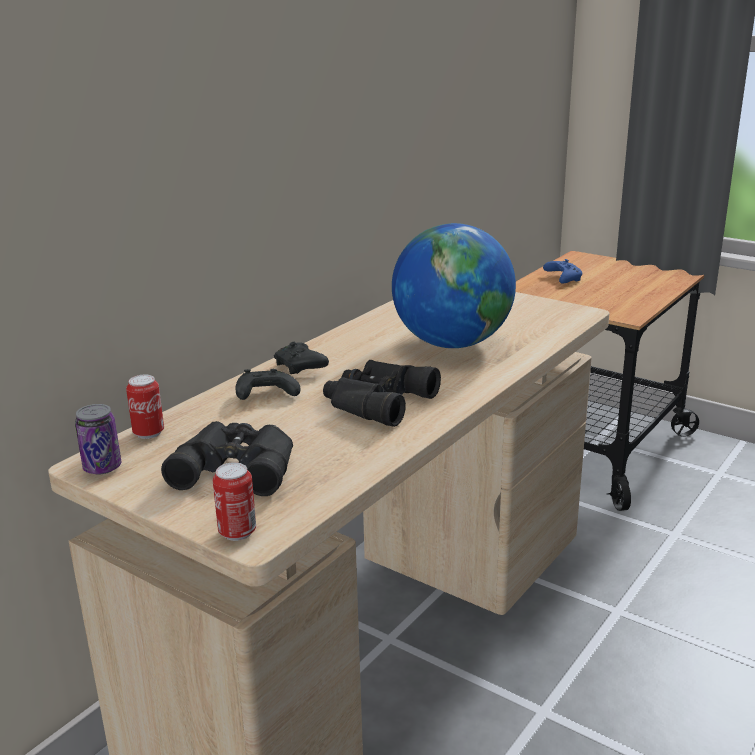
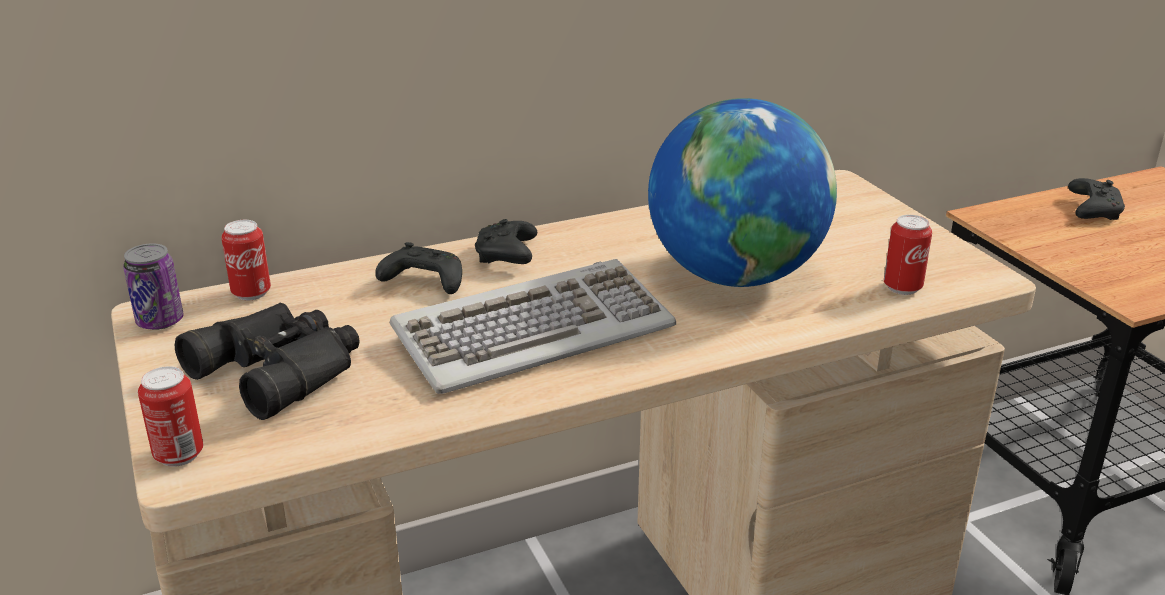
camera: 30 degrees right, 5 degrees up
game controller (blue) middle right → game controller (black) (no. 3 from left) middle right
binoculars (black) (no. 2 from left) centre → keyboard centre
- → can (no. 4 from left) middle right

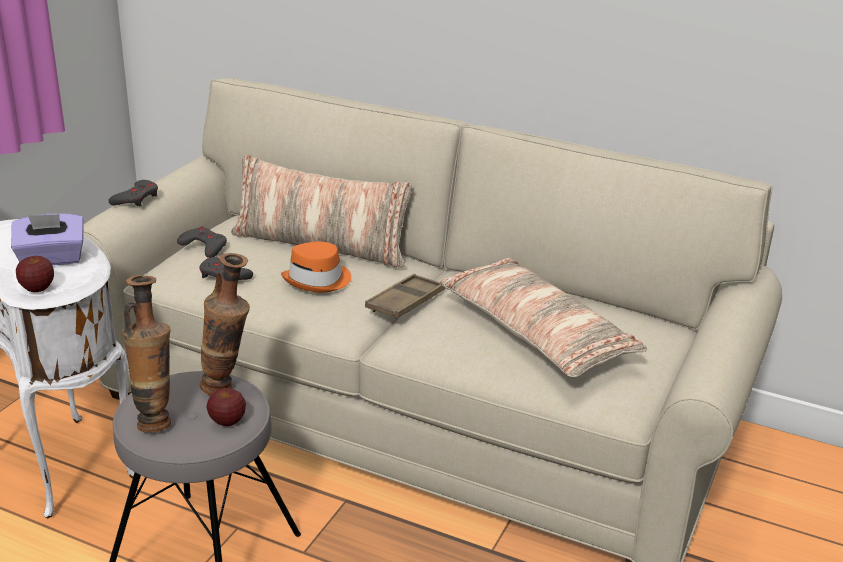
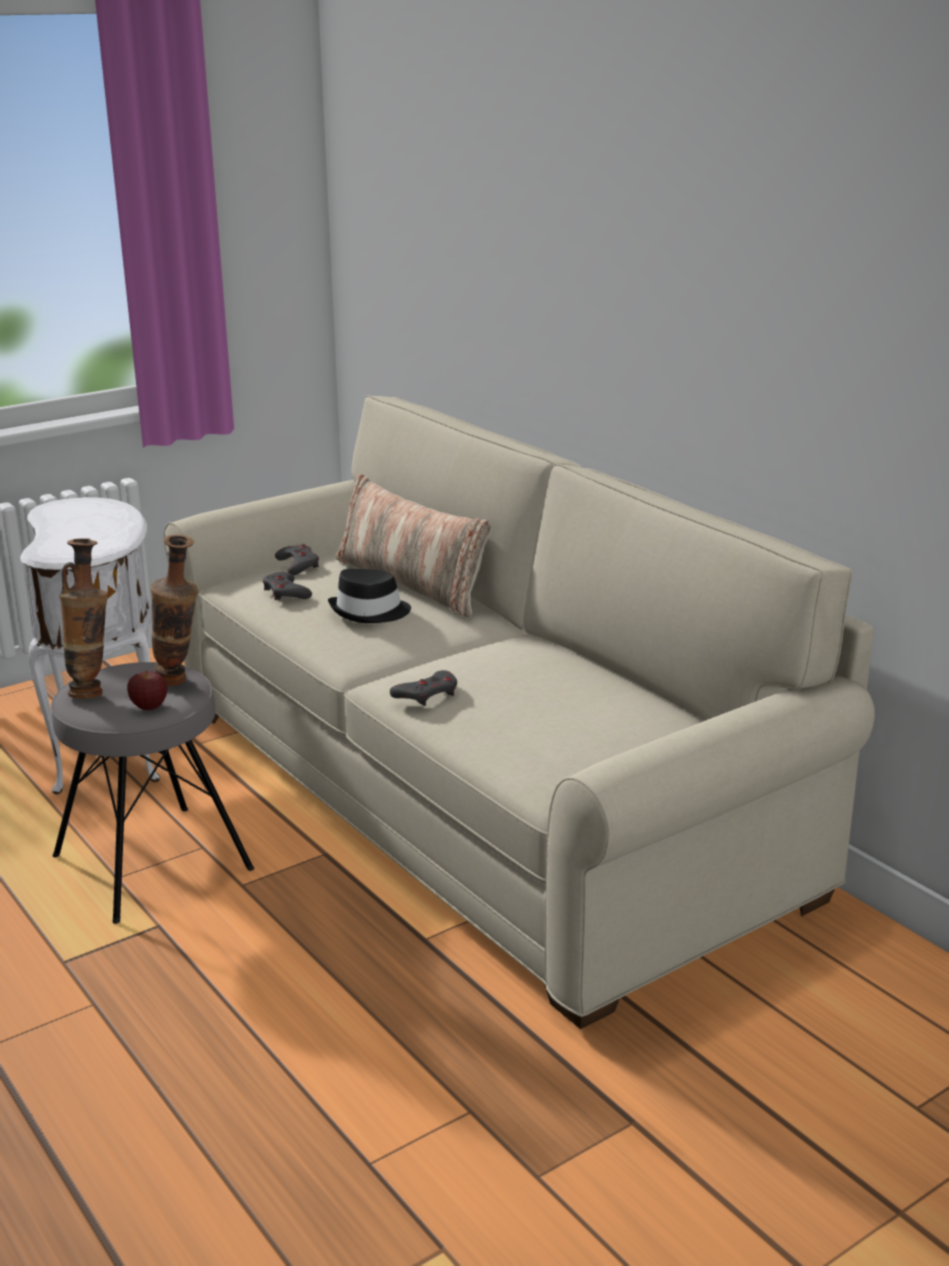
camera: 30 degrees right, 5 degrees down
game controller (grey) (no. 1 from left in the first image) middle left → game controller (grey) (no. 3 from left) centre, shifted
tissue box (purple) middle left → -
hat (orange) centre → hat (black) centre
apple (no. 1 from left) middle left → -
pillow (no. 2 from left) centre → -
tray (brown) centre → -

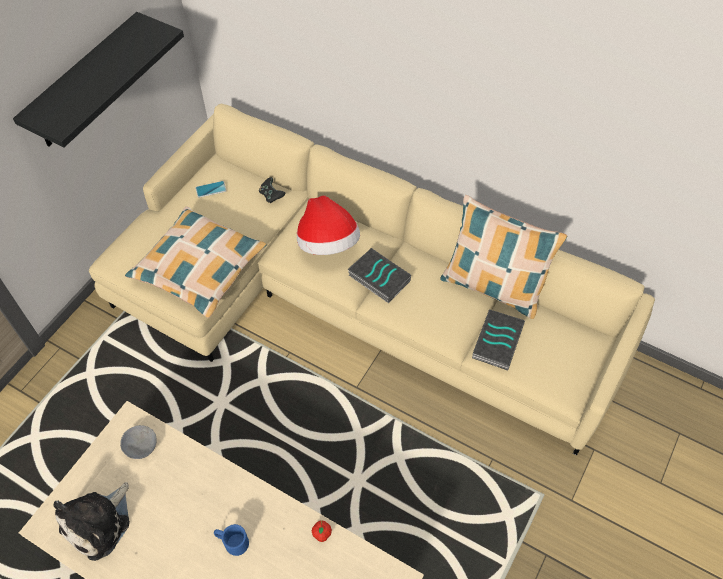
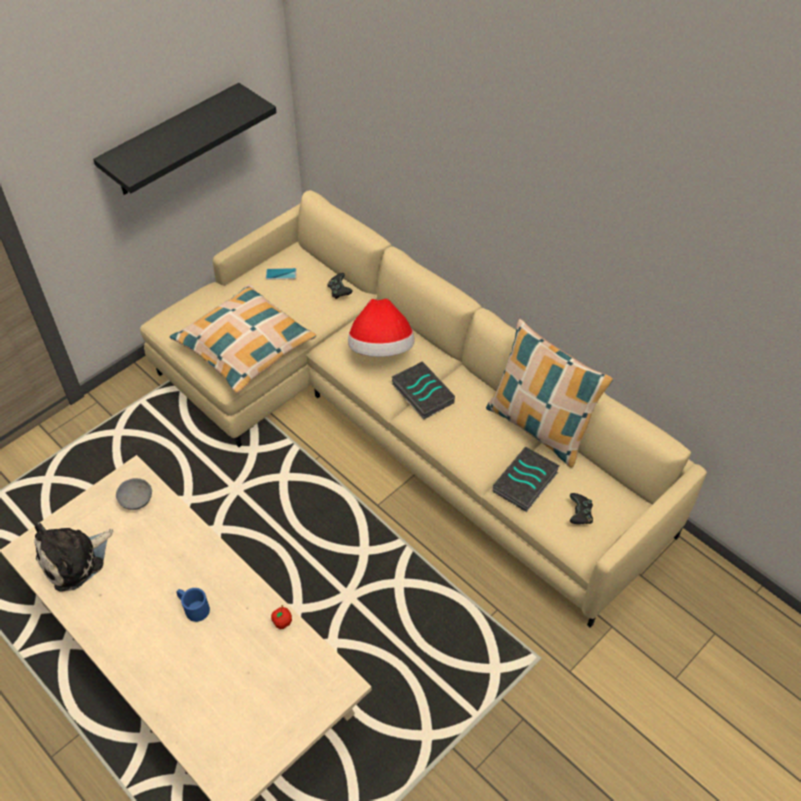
camera: 15 degrees right, 5 degrees down
- → game controller (black) (no. 2 from left) middle right

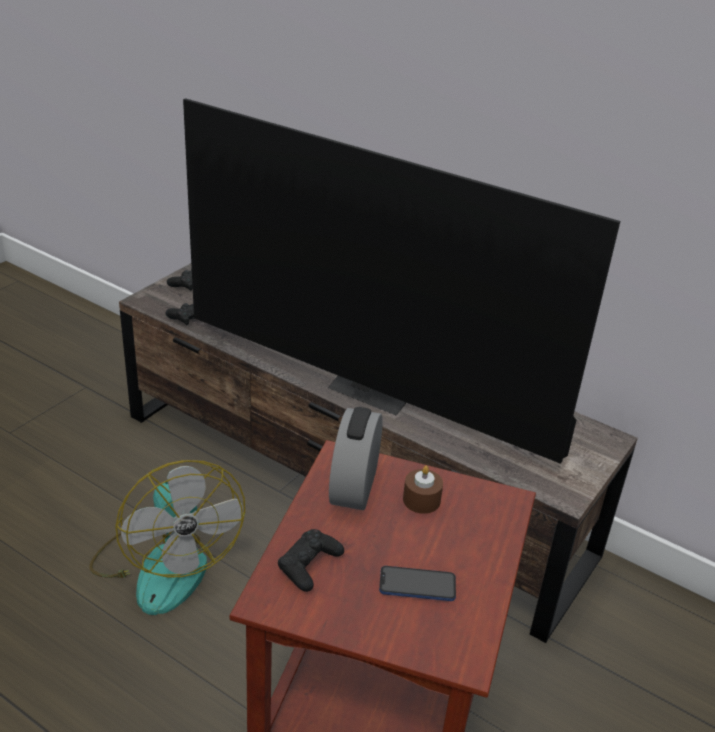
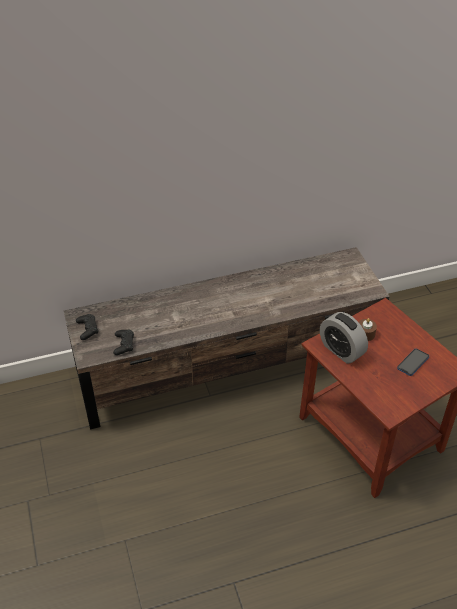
camera: 50 degrees left, 10 degrees up
television centre → -
fan bottom left → -
game controller (black) (no. 3 from left) bottom centre → -

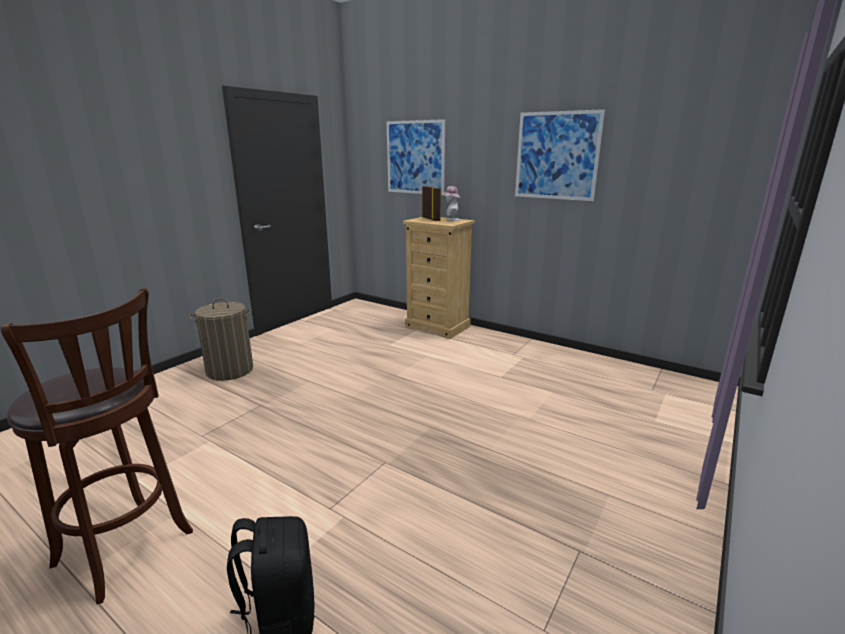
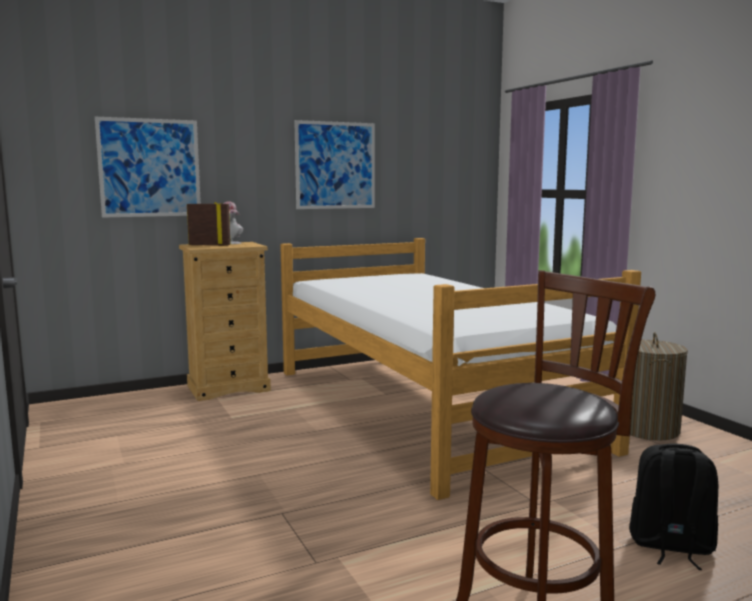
camera: 60 degrees left, 10 degrees down
laundry basket middle left → laundry basket middle right, shifted
- → bed centre

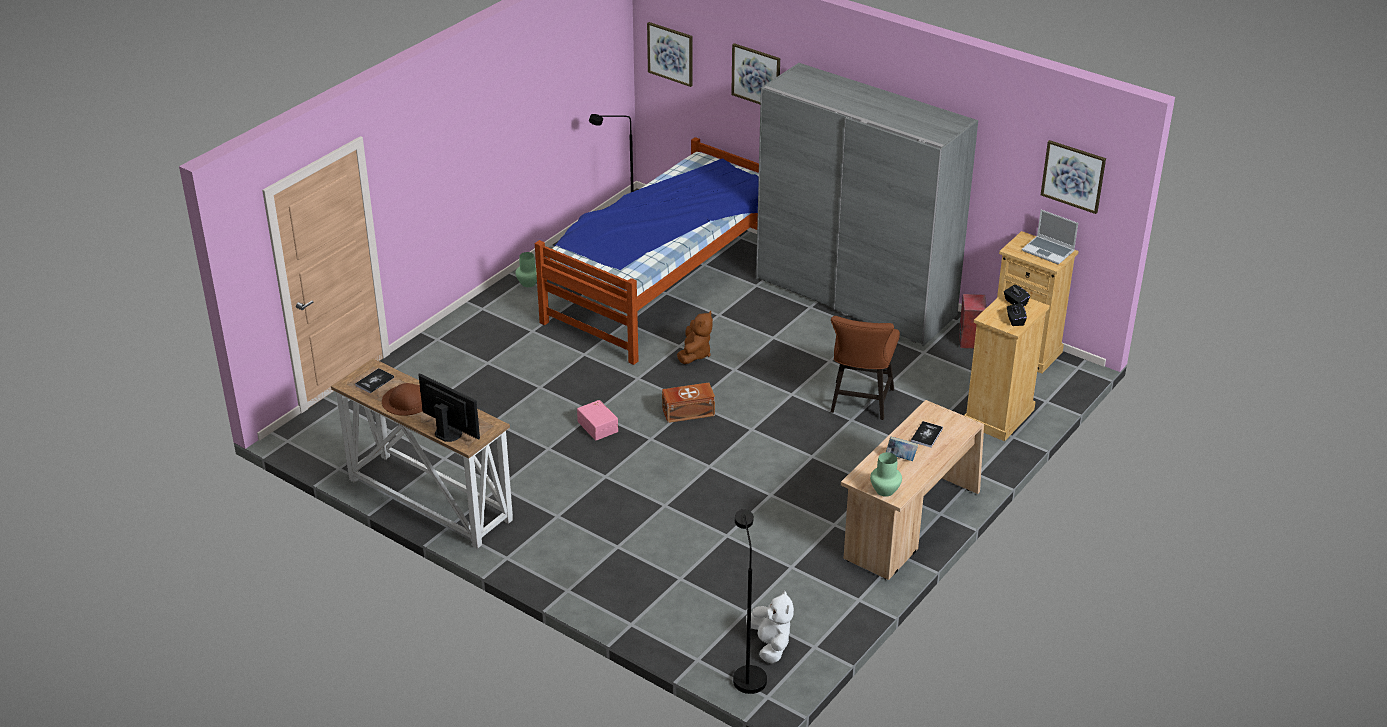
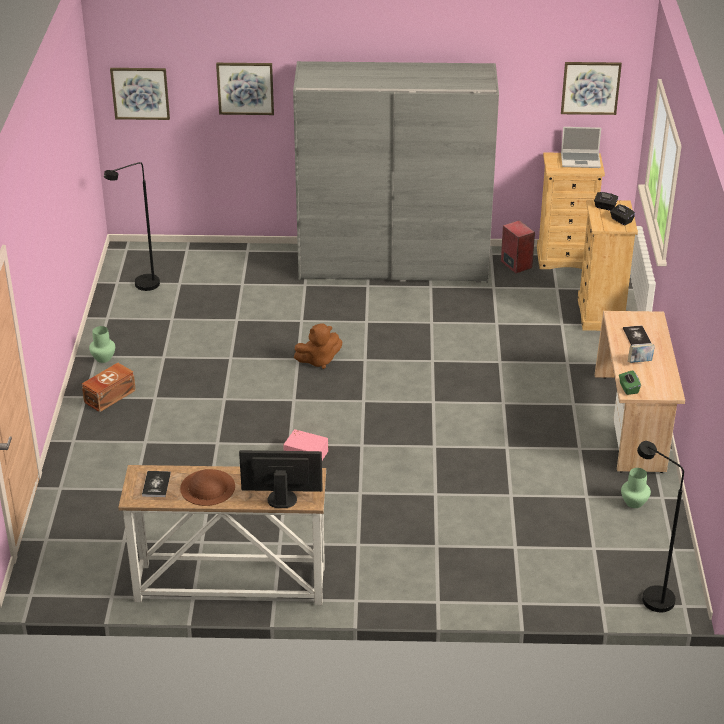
camera: 35 degrees left, 0 degrees up
bed centre → -
plush toy (brown) centre, 90 degrees clockwise
chair (brown) centre → -
storage box (brown) centre → storage box (brown) middle left, shifted
vase (green) (no. 2 from left) centre → vase (green) (no. 2 from left) bottom right, shifted
plush toy (white) bottom centre → -
- → tissue box (green) middle right

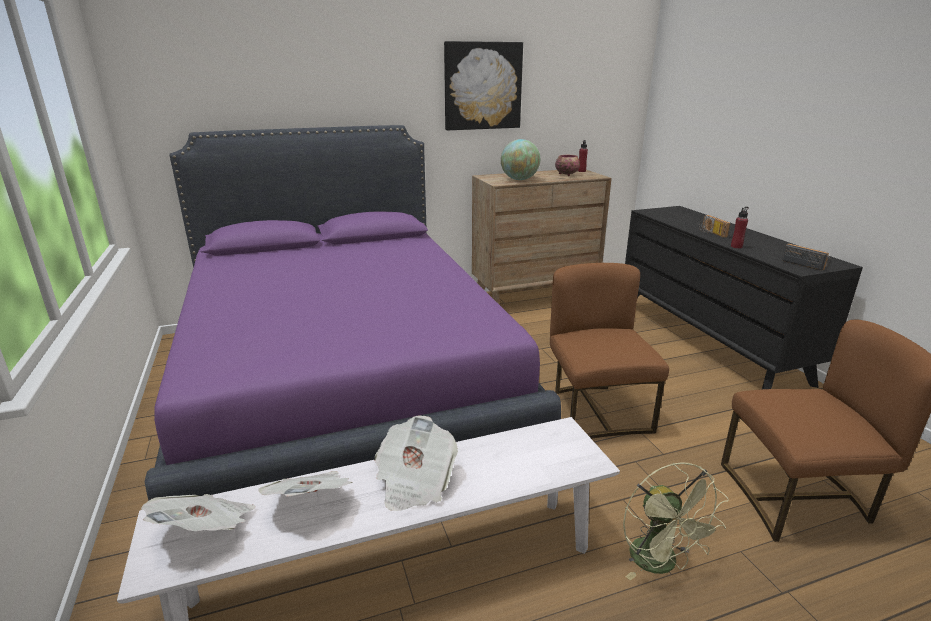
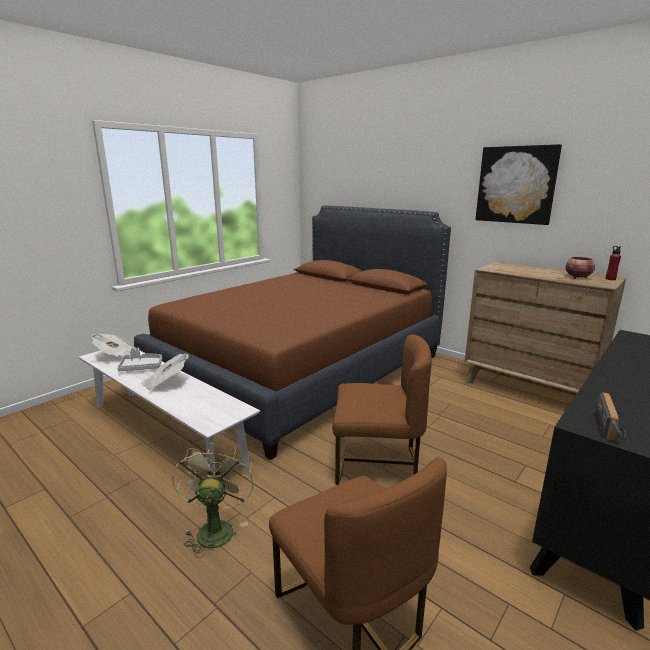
camera: 60 degrees right, 5 degrees down
bed (purple) centre → bed (brown) centre
globe top centre → -
bottle (red) (no. 2 from left) middle right → -
radio (no. 1 from left) middle right → -
chair (brown) (no. 1 from left in the first image) centre → chair (brown) (no. 2 from left) centre, 45 degrees clockwise
fan (green) bottom right → fan (green) bottom left, 135 degrees clockwise
newspaper (no. 2 from left) bottom left → tray (grey) middle left

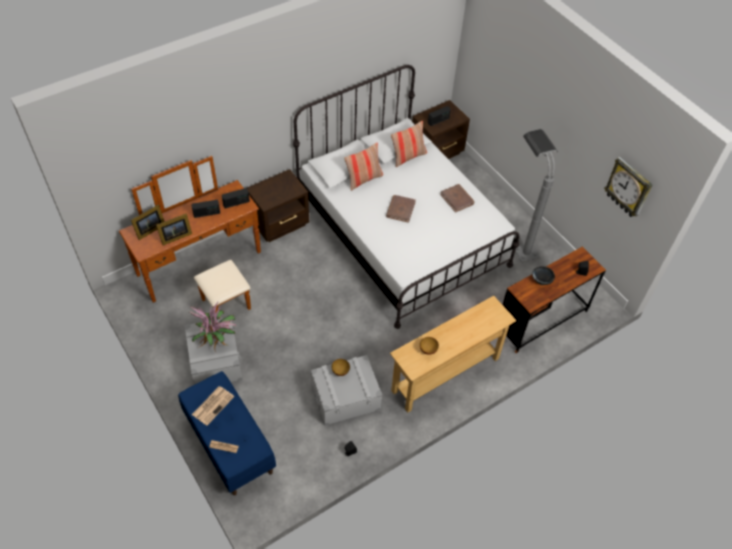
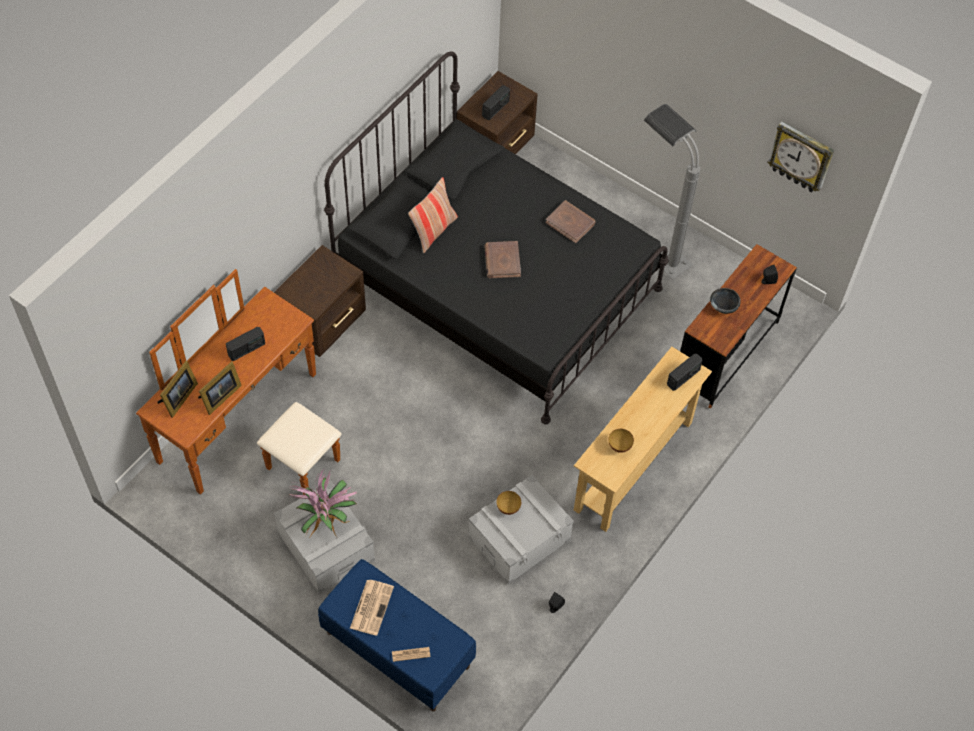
camera: 20 degrees left, 5 degrees up
bed (white) centre → bed (black) top centre
pillow (no. 2 from left) top centre → -
radio (no. 2 from left in the first image) middle left → radio (no. 3 from left) middle right, shifted

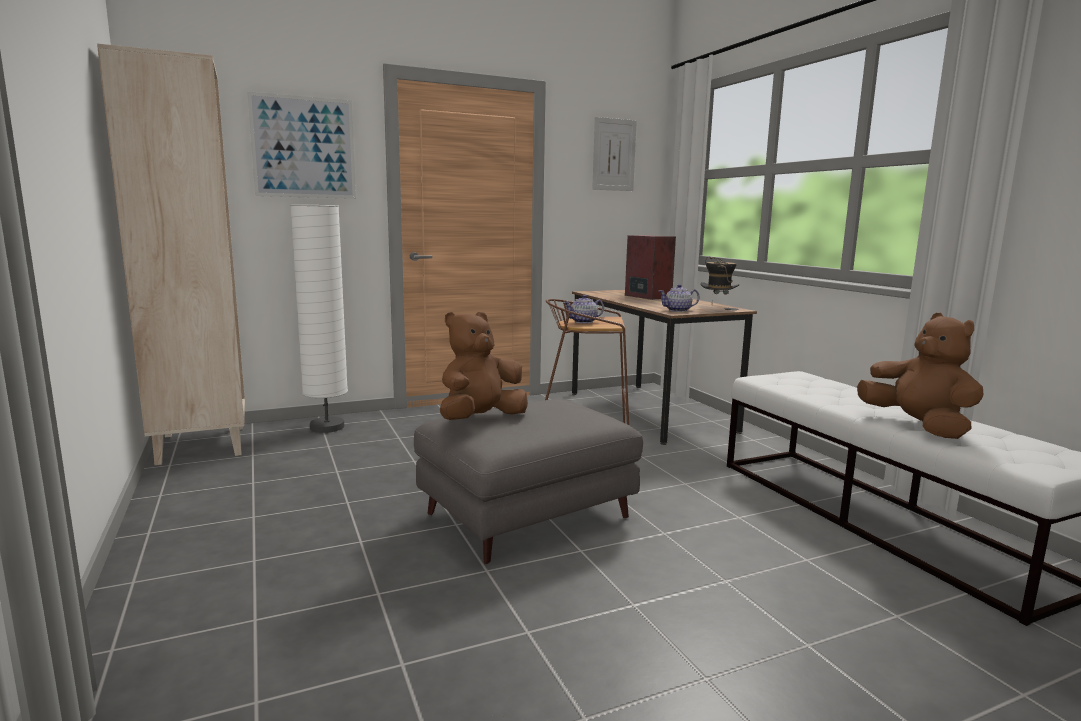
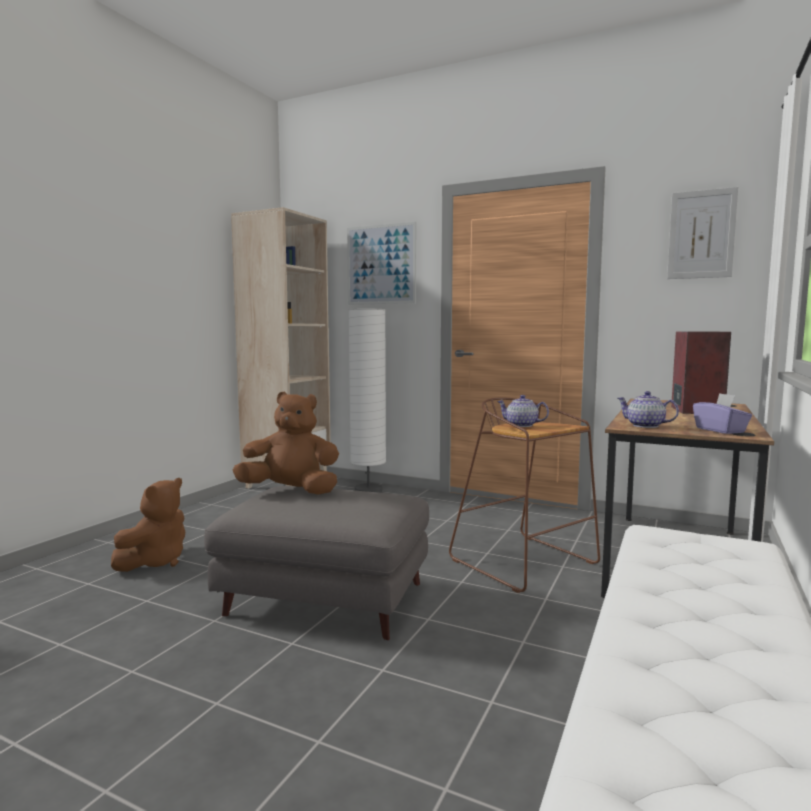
camera: 50 degrees right, 5 degrees down
hat centre → tissue box (purple) middle right
plush toy (brown) (no. 2 from left in the first image) middle right → plush toy (brown) (no. 1 from left) middle left, shifted

